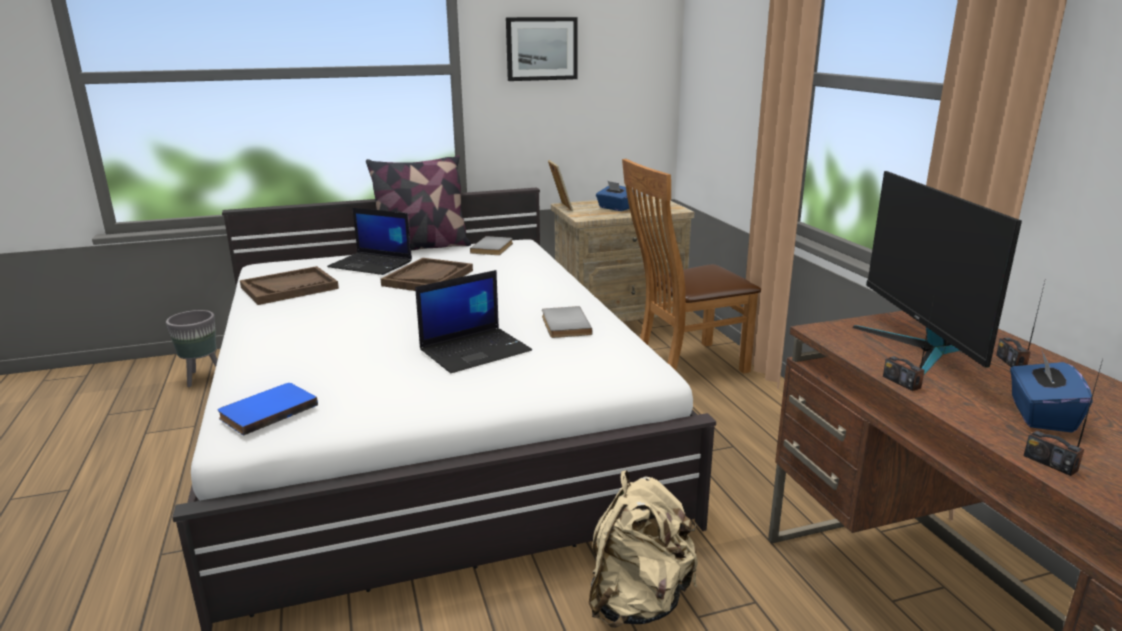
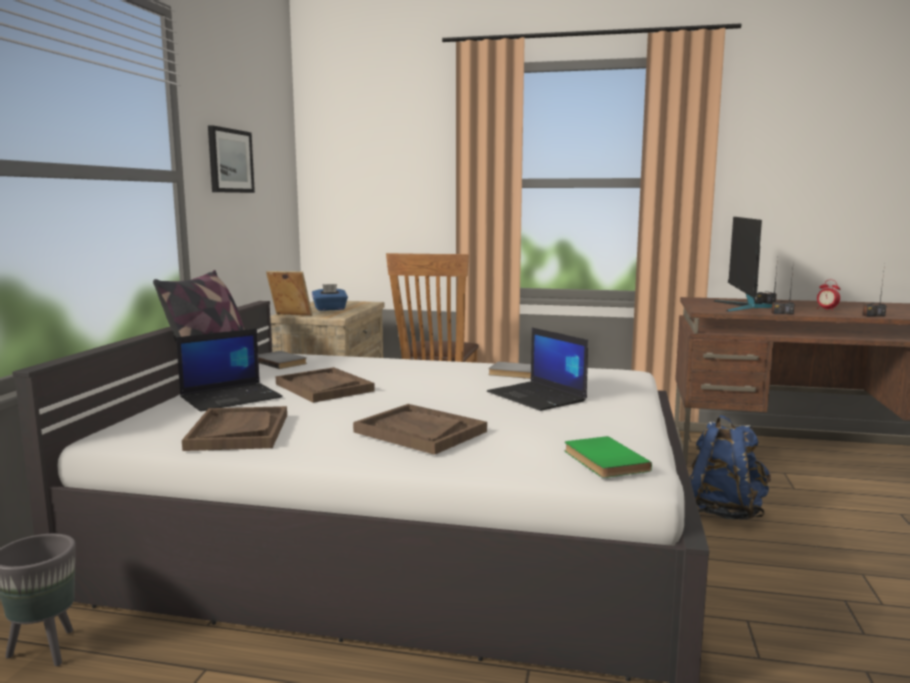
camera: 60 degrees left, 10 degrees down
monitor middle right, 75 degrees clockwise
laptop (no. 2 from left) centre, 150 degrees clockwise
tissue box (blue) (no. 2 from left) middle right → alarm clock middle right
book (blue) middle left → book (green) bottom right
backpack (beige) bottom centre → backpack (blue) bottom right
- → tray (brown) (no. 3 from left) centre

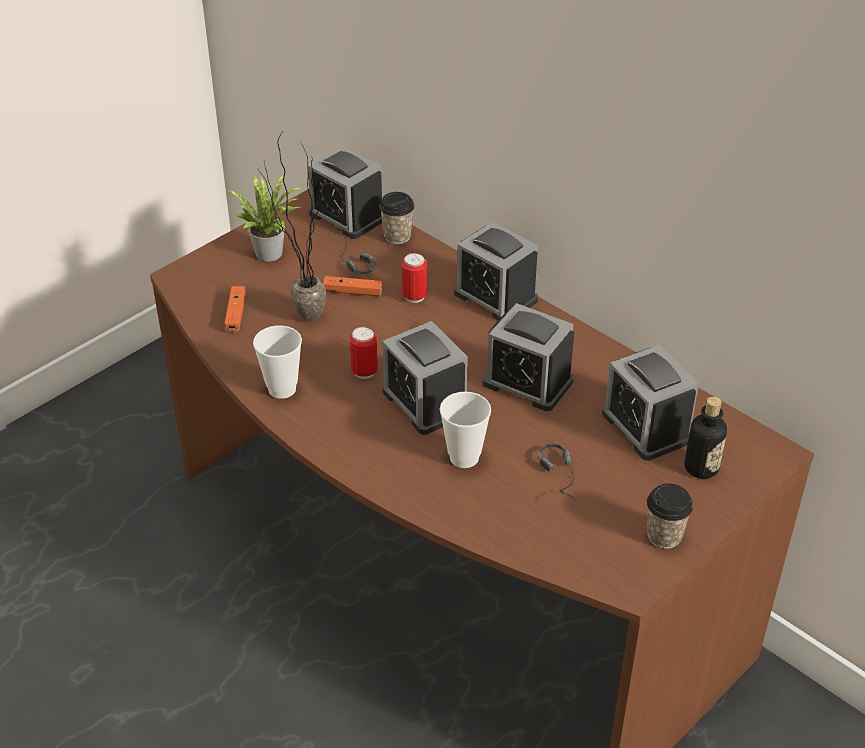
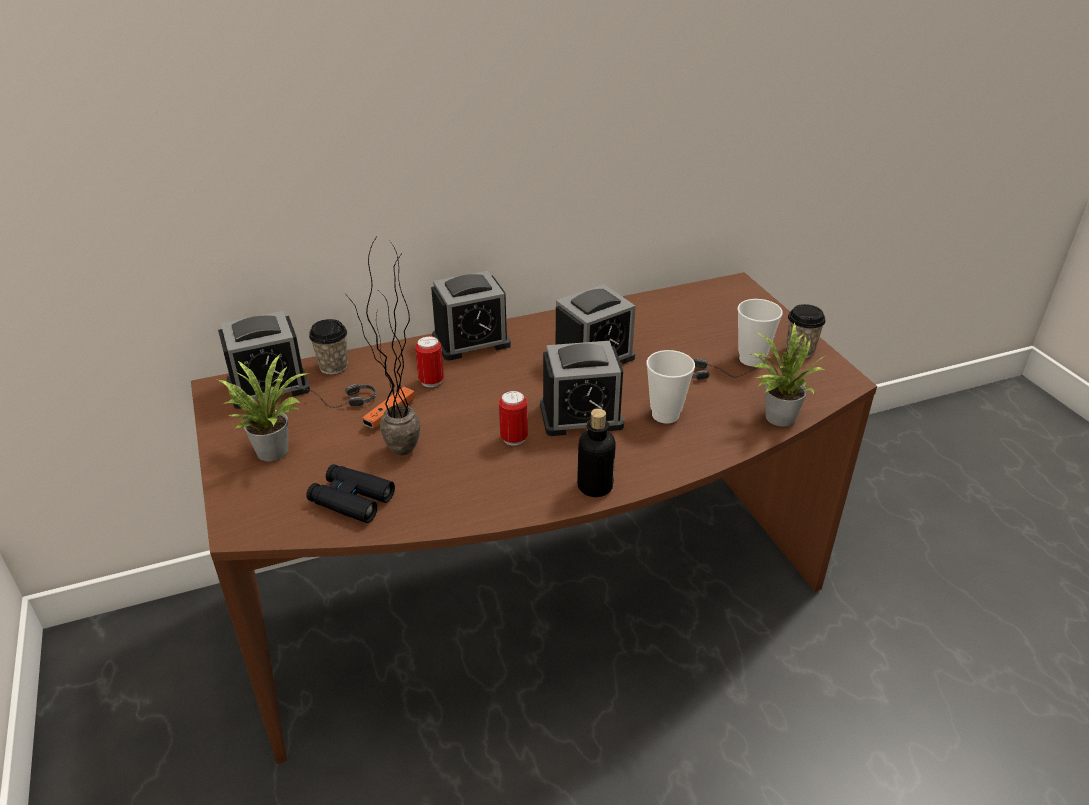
camera: 65 degrees left, 5 degrees down
game controller (orange) (no. 1 from left) middle left → binoculars (black) middle left
cup (no. 1 from left in the first image) middle left → cup (no. 3 from left) middle right, shifted
alarm clock (no. 5 from left) middle right → -
bottle middle right → bottle centre, shifted
- → potted plant (no. 3 from left) middle right

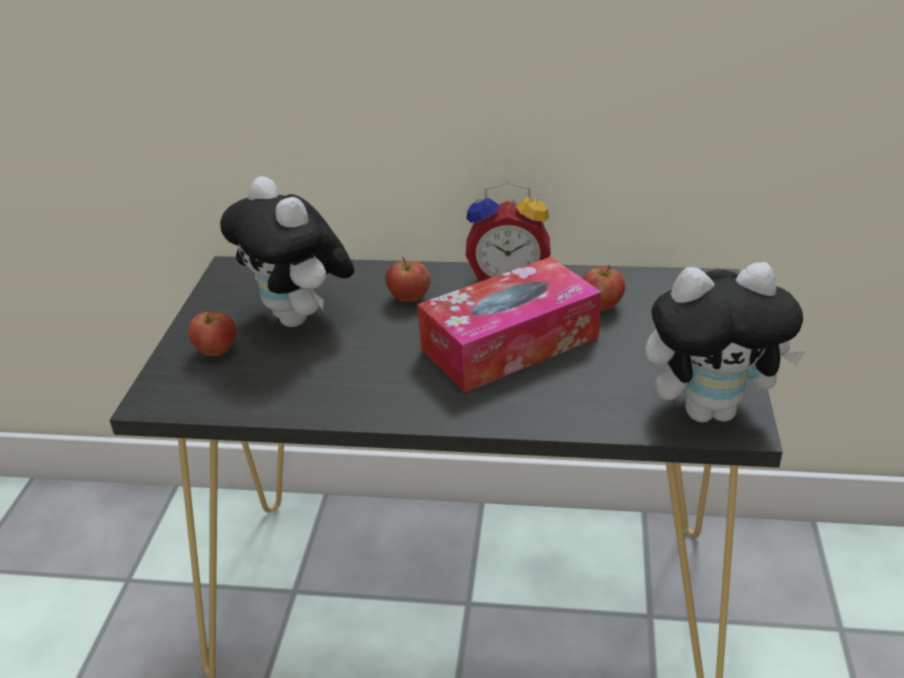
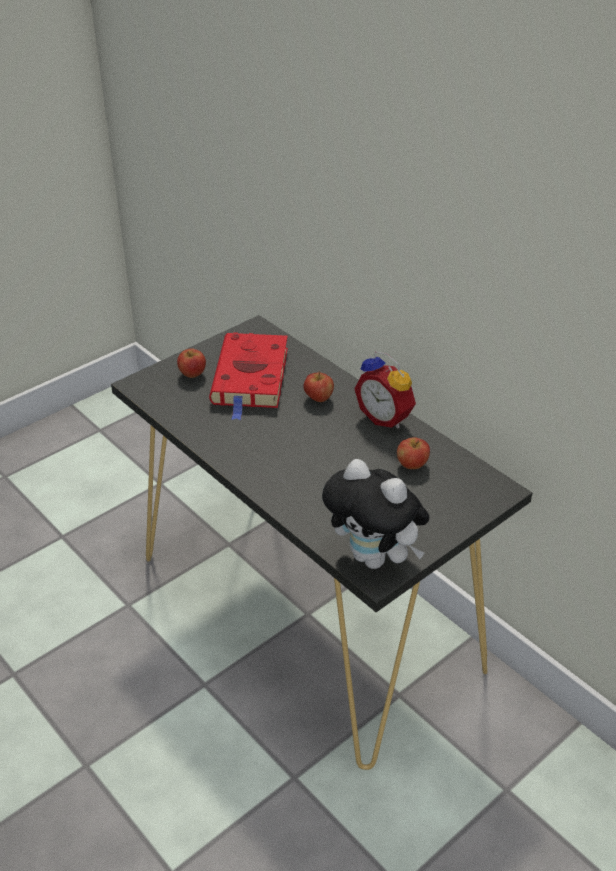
camera: 40 degrees right, 5 degrees up
plush toy (no. 1 from left) middle left → book (red) centre
tissue box centre → -

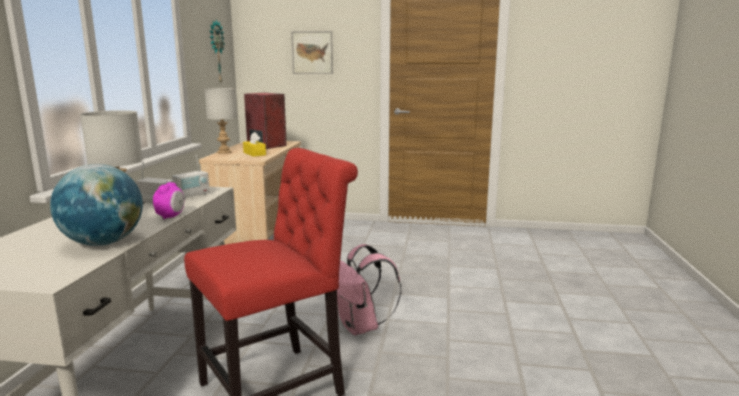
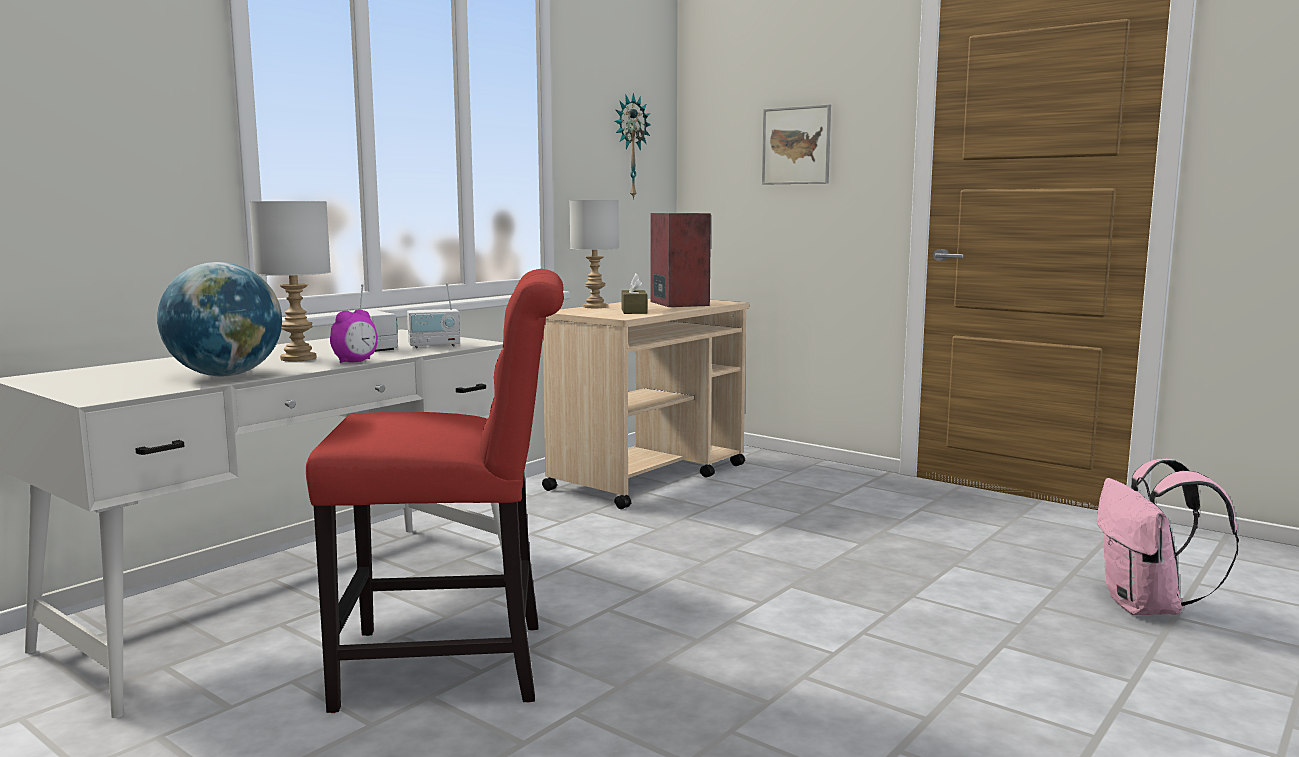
camera: 30 degrees right, 5 degrees down
tissue box (yellow) centre → tissue box (brown) centre
backpack (pink) bottom centre → backpack (pink) bottom right, shifted

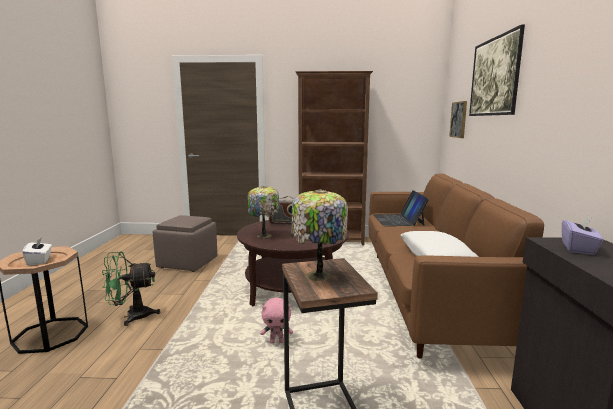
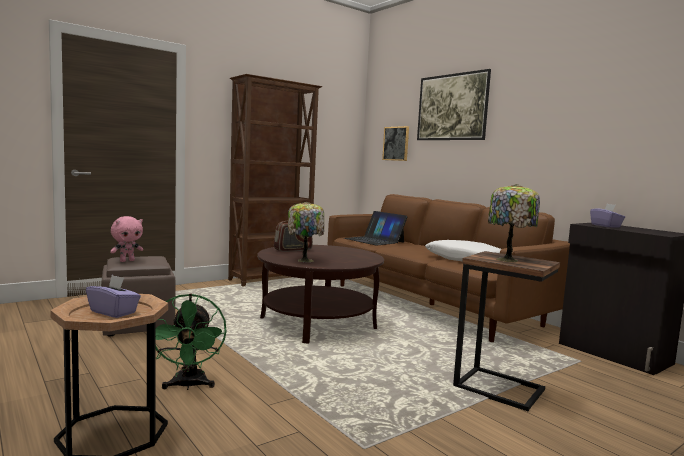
camera: 40 degrees left, 5 degrees down
tissue box (white) middle left → tissue box (purple) (no. 1 from left) middle left
fan (green) bottom left, 45 degrees counterclockwise
plush toy (pink) bottom centre → plush toy (pink) middle left, shifted

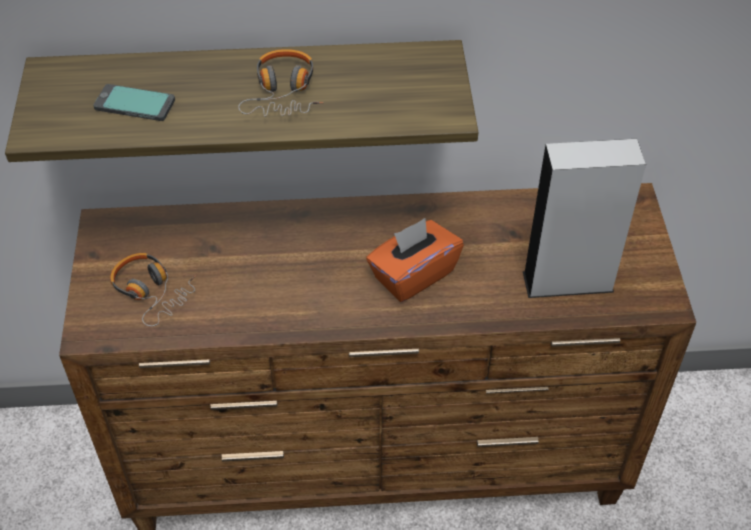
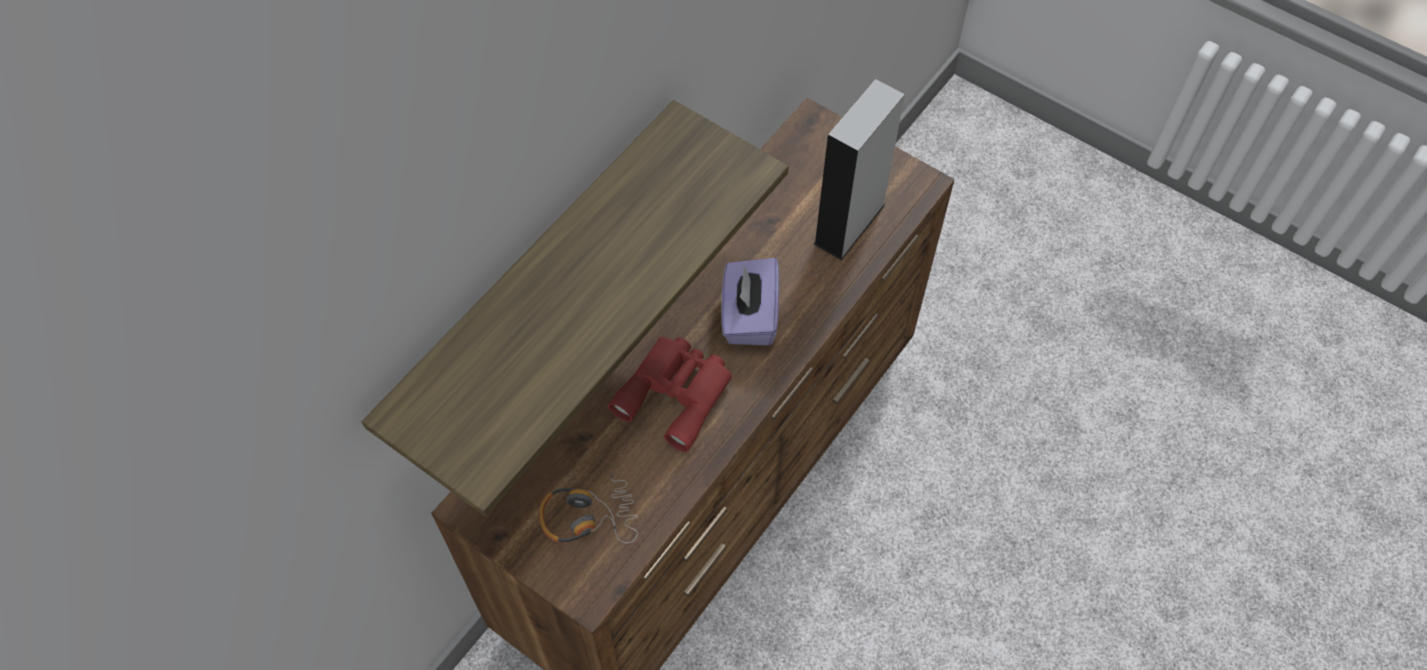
camera: 50 degrees left, 10 degrees up
headphones (no. 2 from left) top centre → -
phone top left → -
tissue box (orange) centre → tissue box (purple) centre
- → binoculars (red) centre

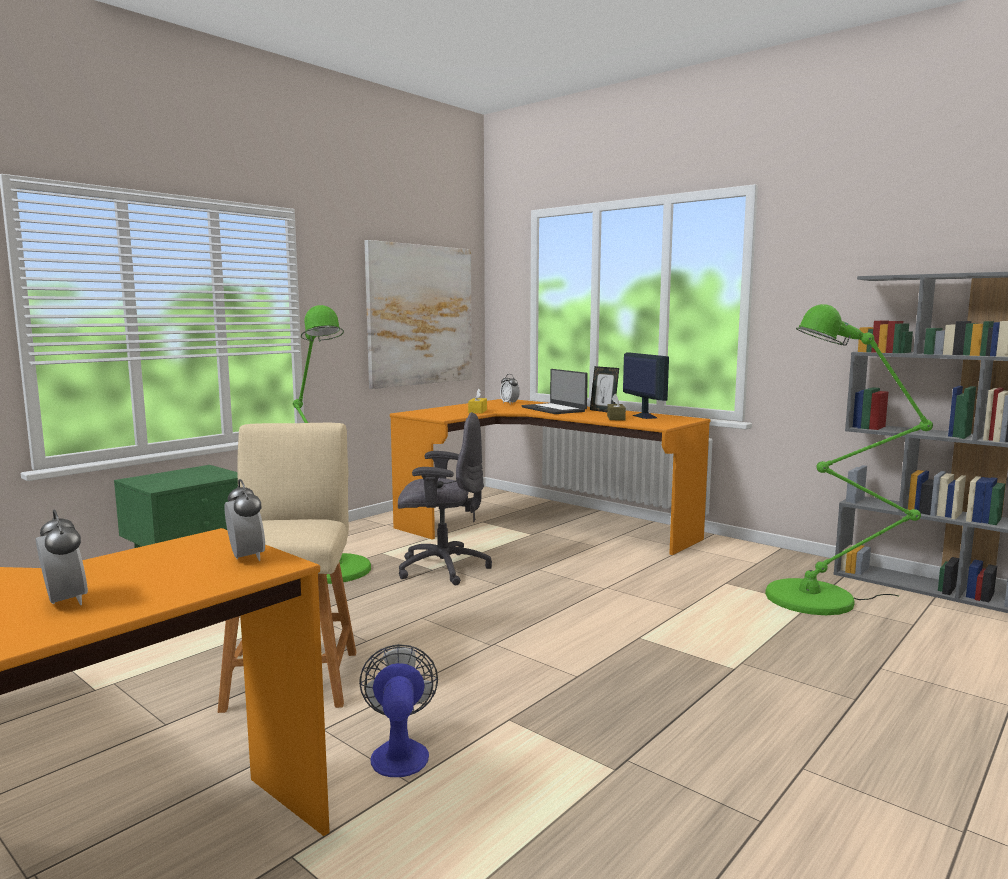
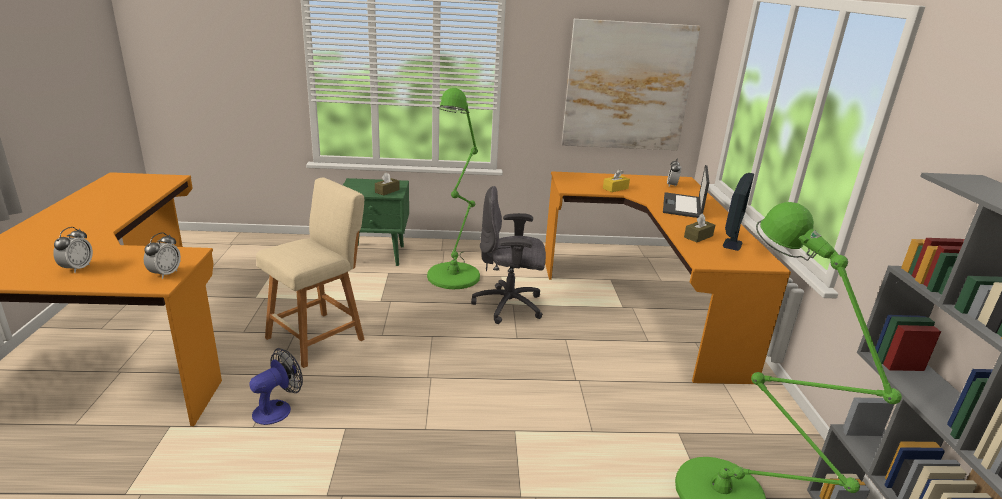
camera: 45 degrees right, 15 degrees up
picture frame centre → -
office chair (grey) centre, 135 degrees clockwise
- → tissue box (brown) (no. 1 from left) centre

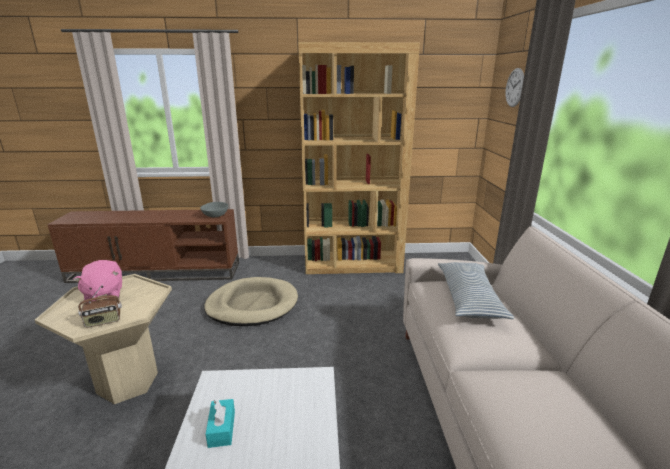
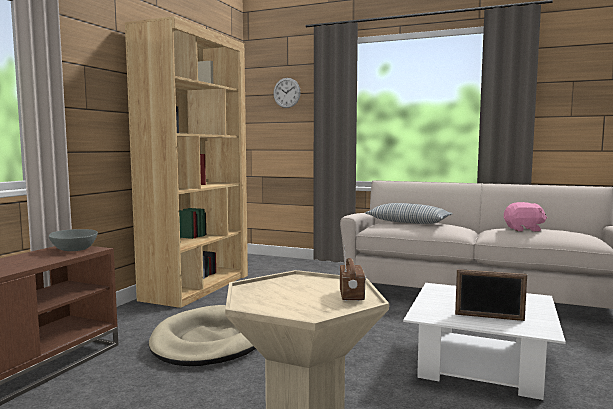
camera: 65 degrees left, 15 degrees down
plush toy (pink) middle left → plush toy (pink) middle right, shifted
tissue box (turquoise) bottom left → picture frame bottom right

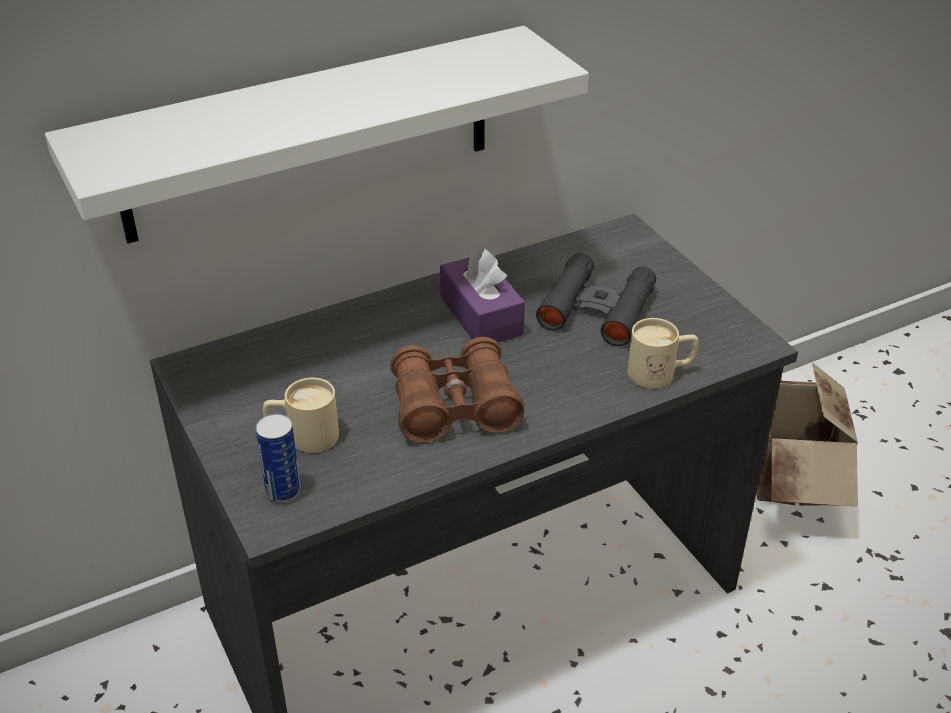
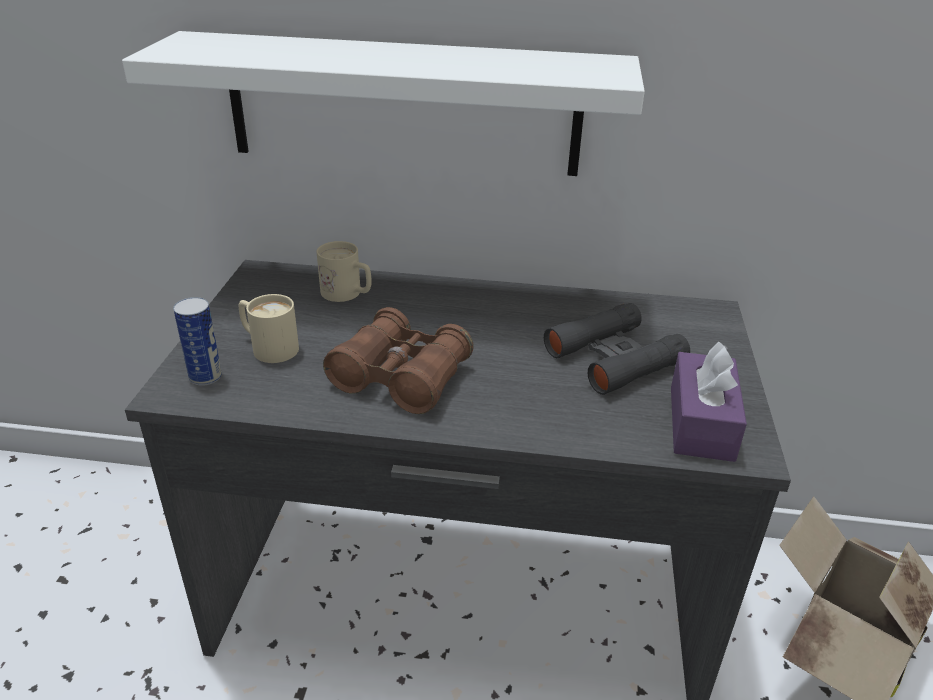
camera: 35 degrees right, 5 degrees down
tissue box (purple) centre → tissue box (purple) middle right, shifted
mug (beige) (no. 2 from left) middle right → mug (beige) (no. 2 from left) centre, shifted

